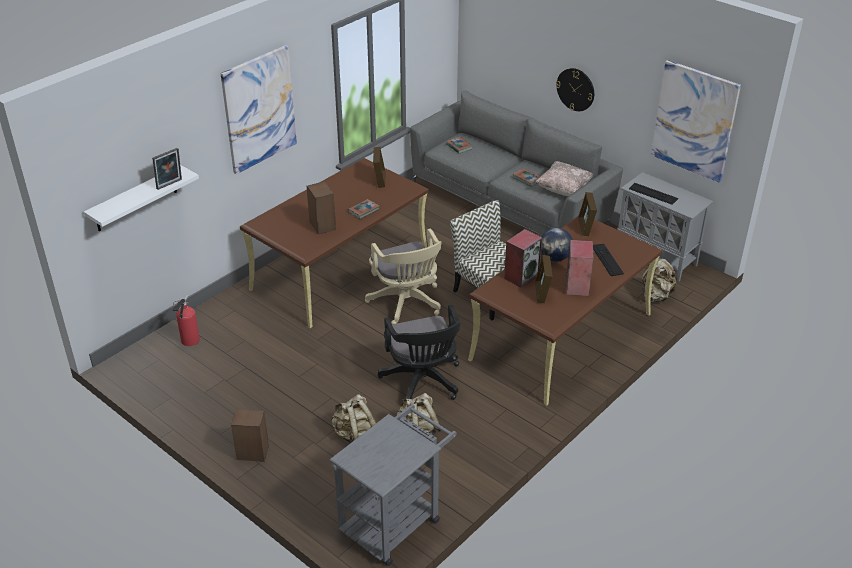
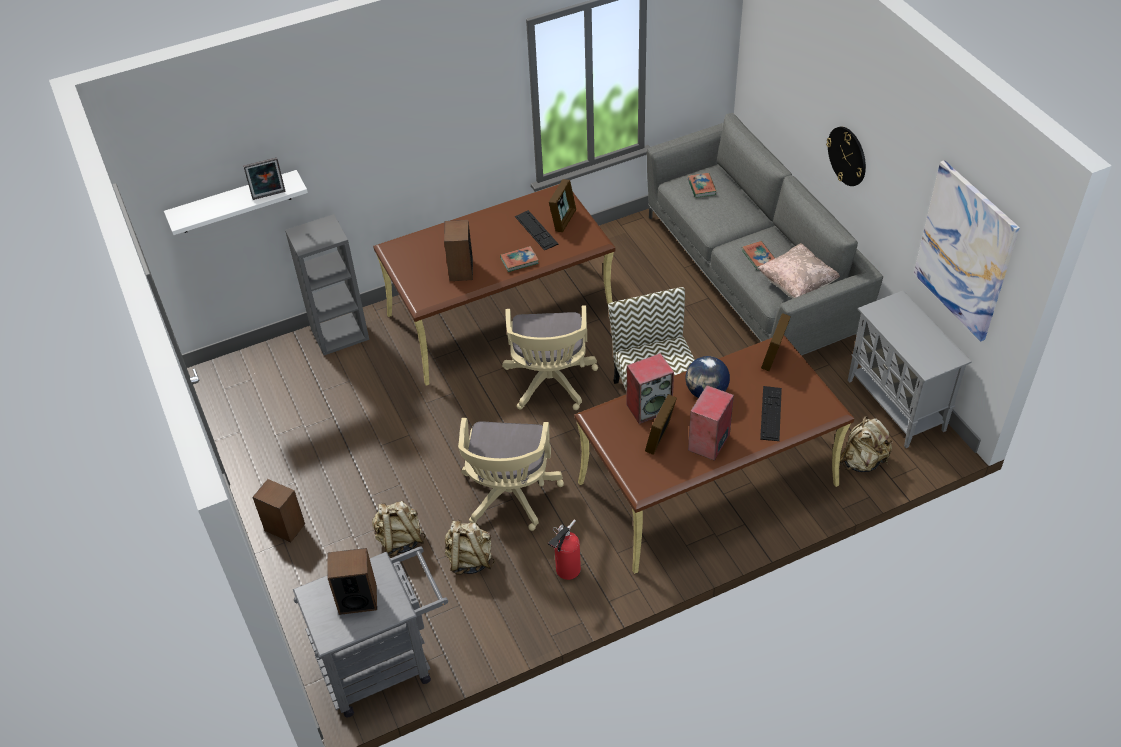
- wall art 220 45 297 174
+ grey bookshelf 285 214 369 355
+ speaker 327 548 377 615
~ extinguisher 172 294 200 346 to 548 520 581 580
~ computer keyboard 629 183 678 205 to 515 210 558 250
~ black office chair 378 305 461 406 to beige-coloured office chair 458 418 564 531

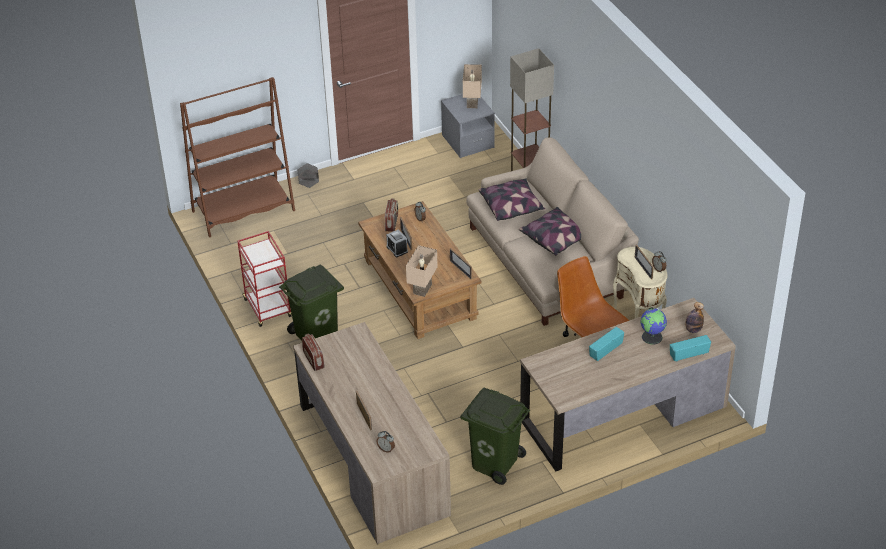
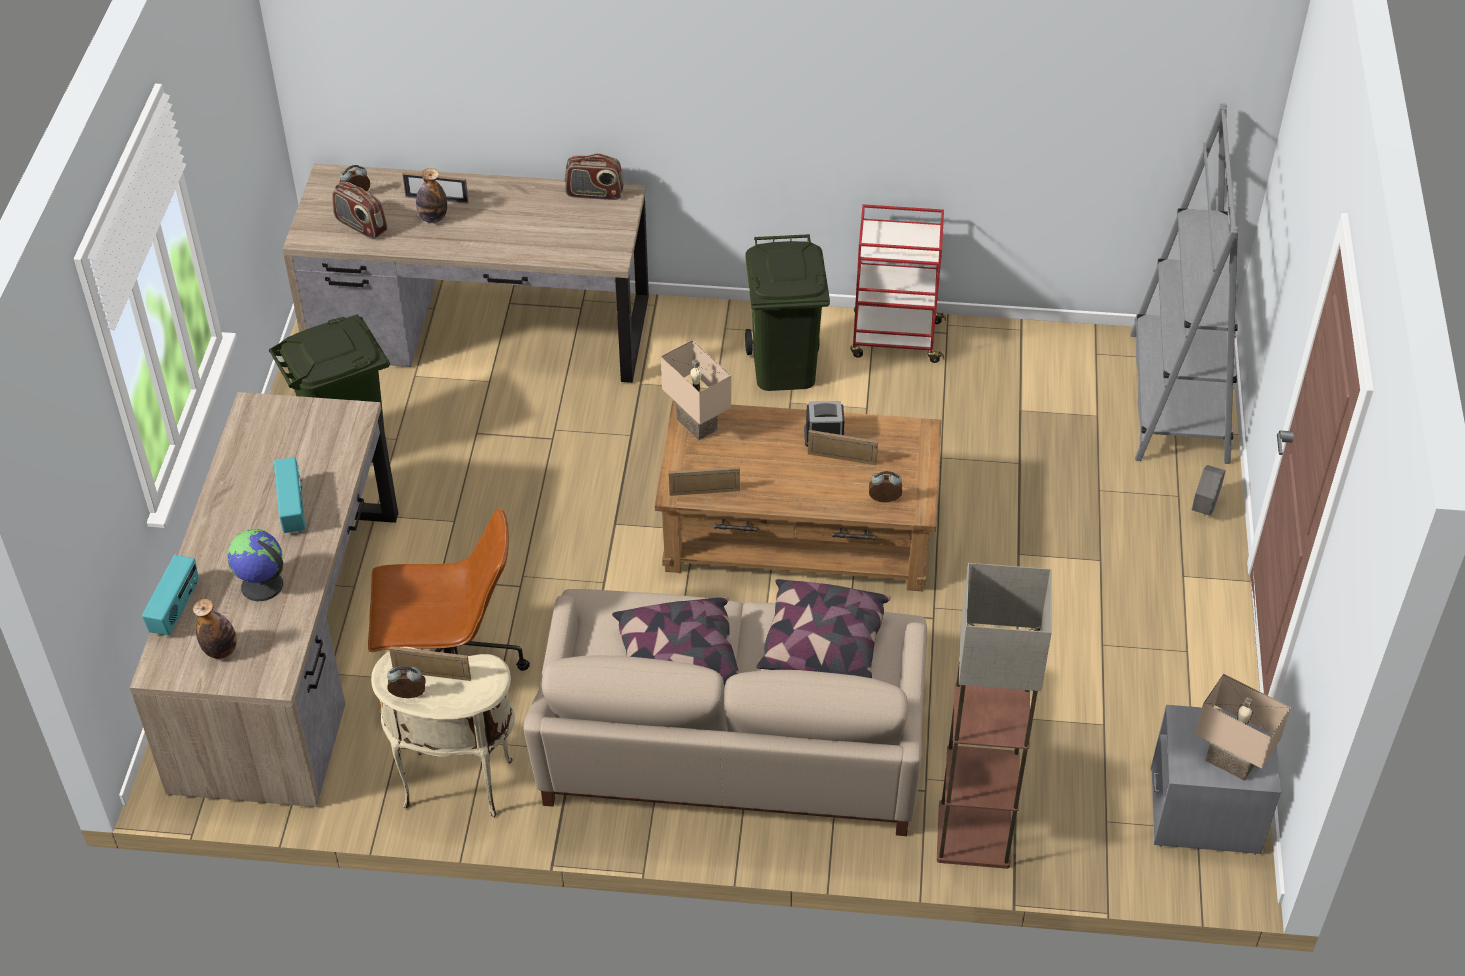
+ drink bottle 416 168 447 223
~ radio 385 198 398 232 to 332 182 387 239
~ brownish bookshelf 180 77 295 237 to grey bookshelf 1130 103 1238 464

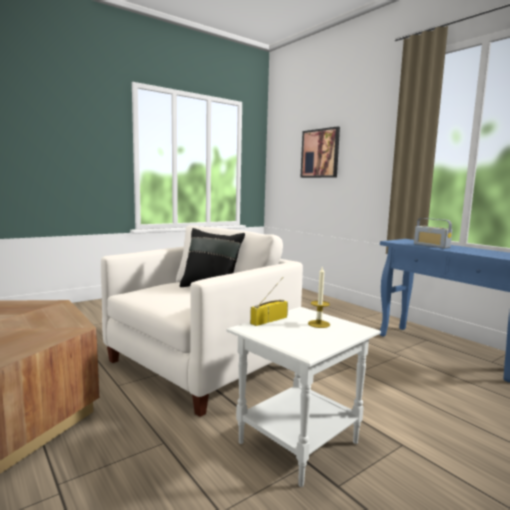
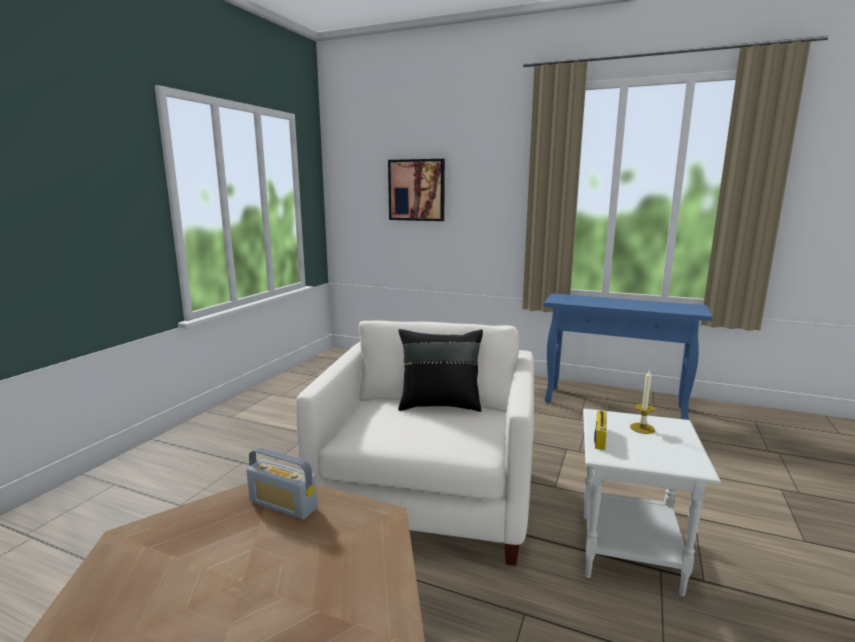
~ radio 414 218 452 249 to 247 447 317 520

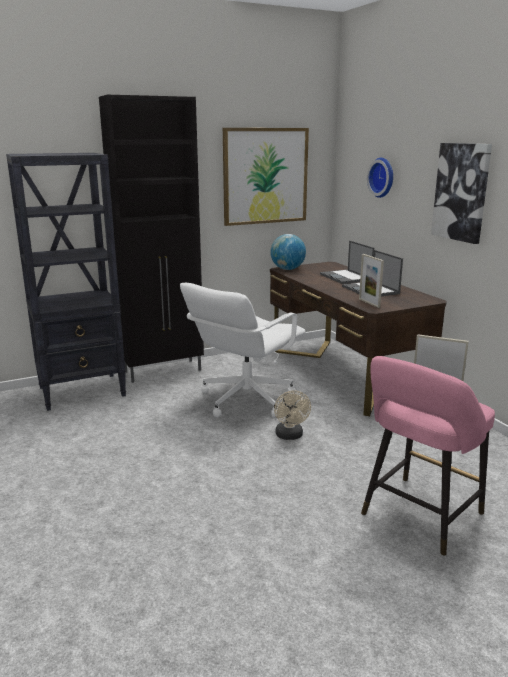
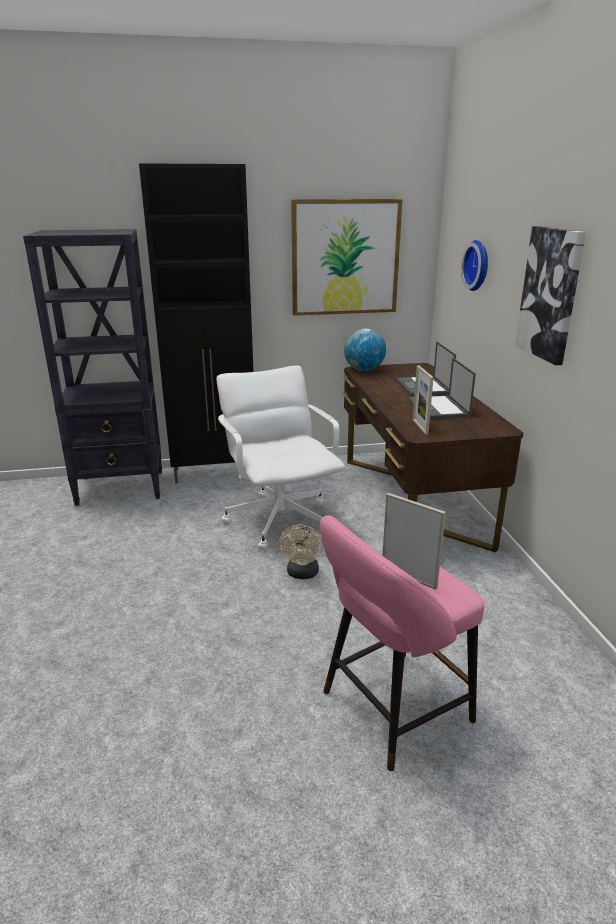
~ white office chair 180 283 306 418 = 216 366 345 550 105 degrees clockwise

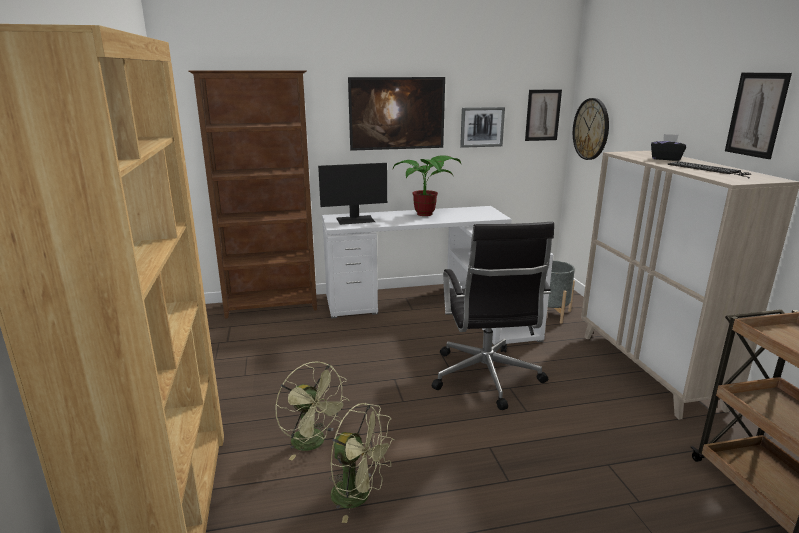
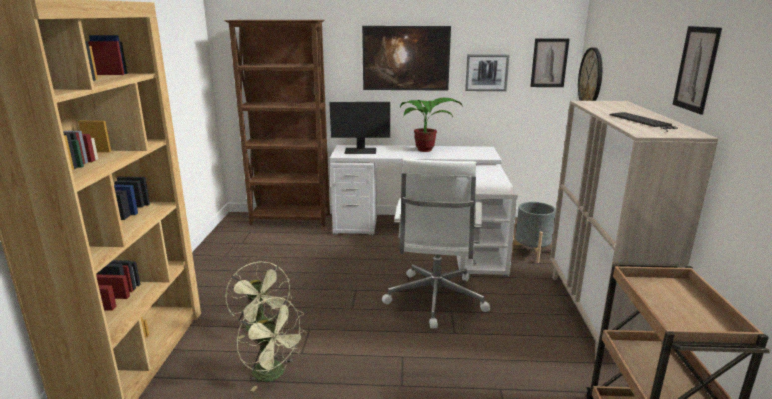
- black box of tissues 651 134 686 161
~ black office chair 432 222 554 410 to white office chair 382 159 490 329

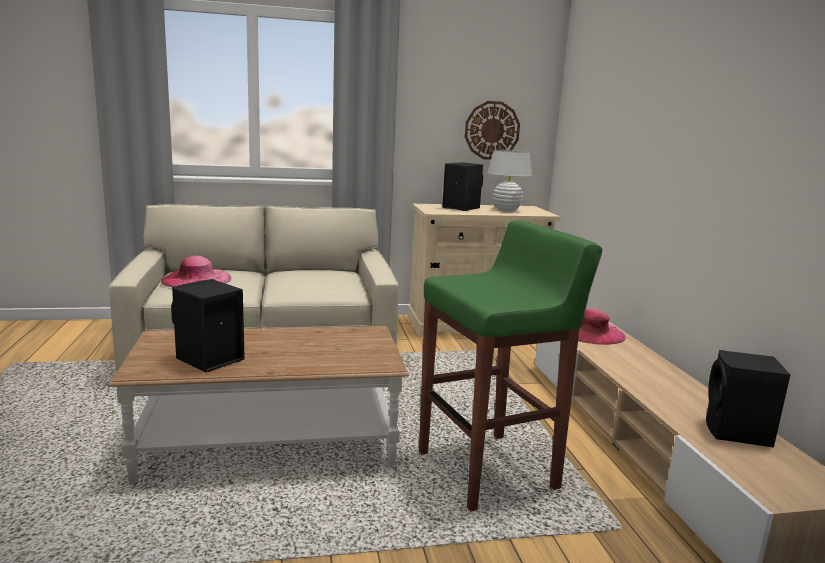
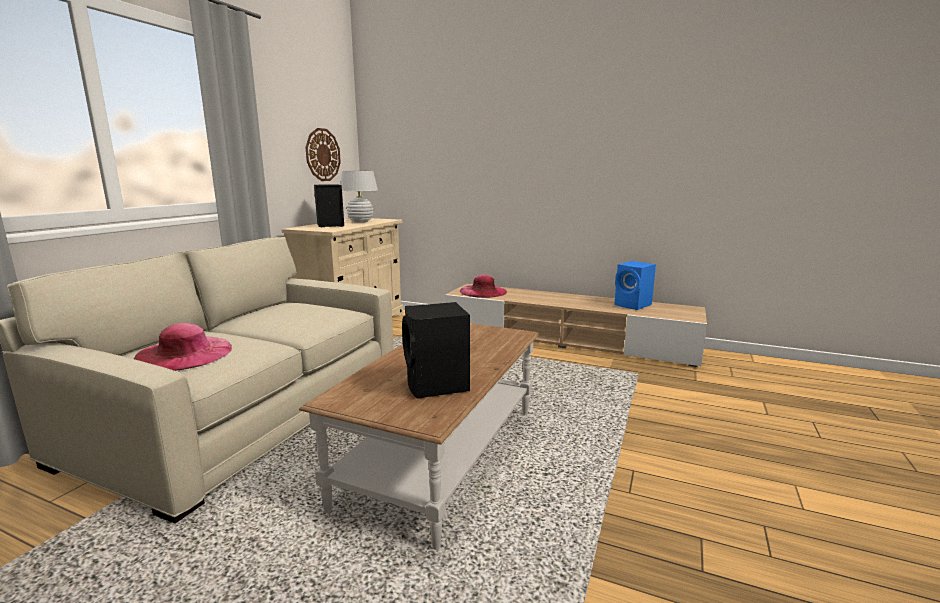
- green stool seat 419 221 602 512
~ black speaker 706 350 790 448 to bluish speaker 614 261 656 310

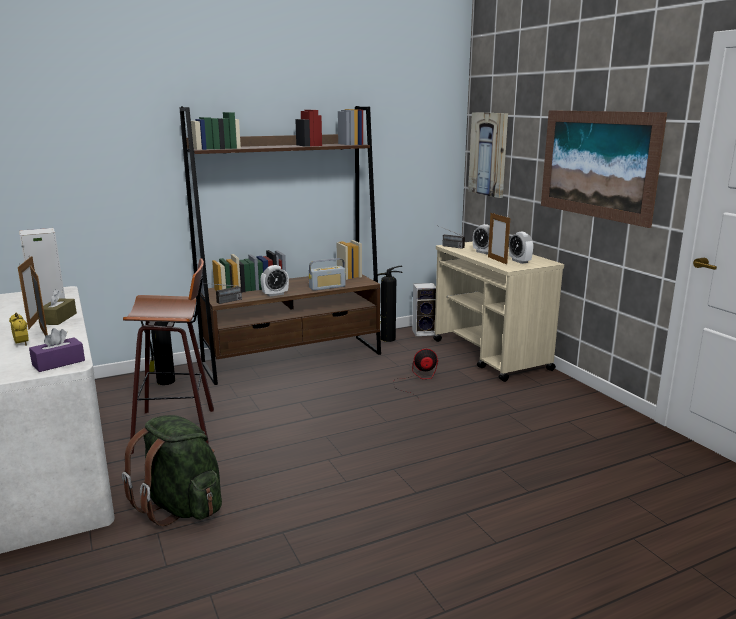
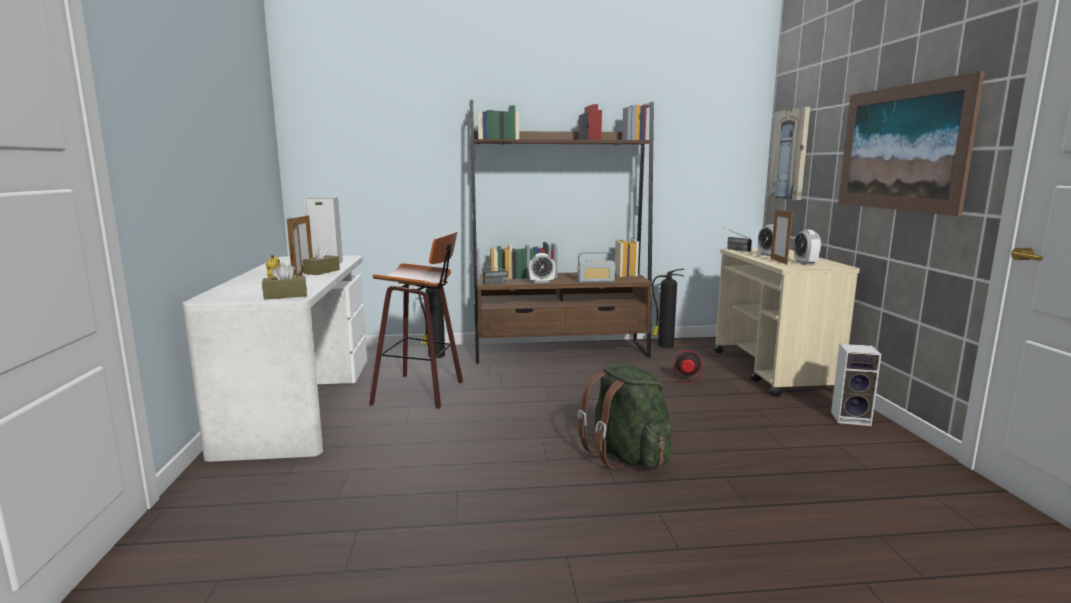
~ green rucksack 122 415 222 526 to 577 363 672 469
~ speaker 412 283 436 336 to 831 344 881 426
~ purple-coloured box of tissues 29 328 85 372 to brownish box of tissues 262 262 307 300

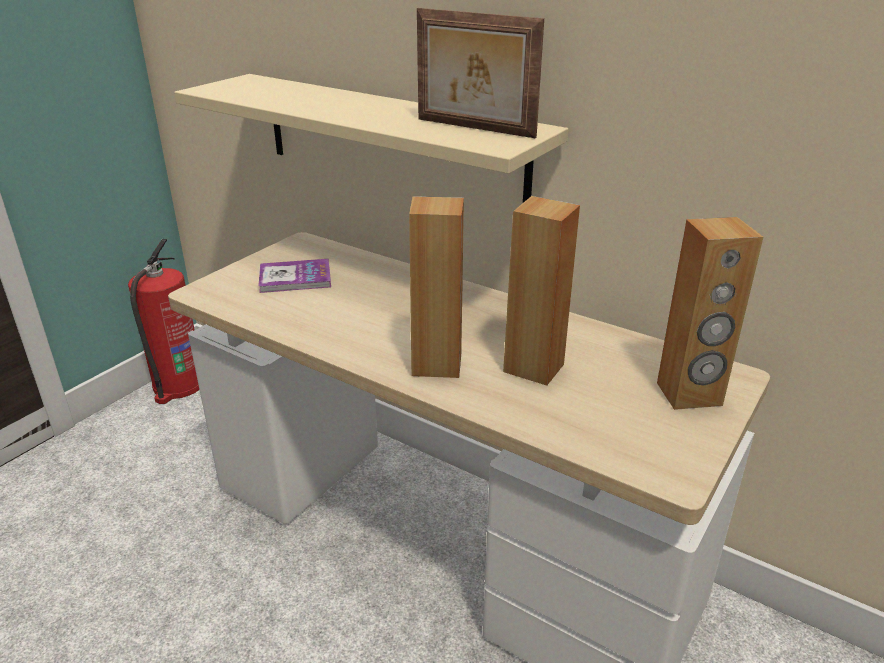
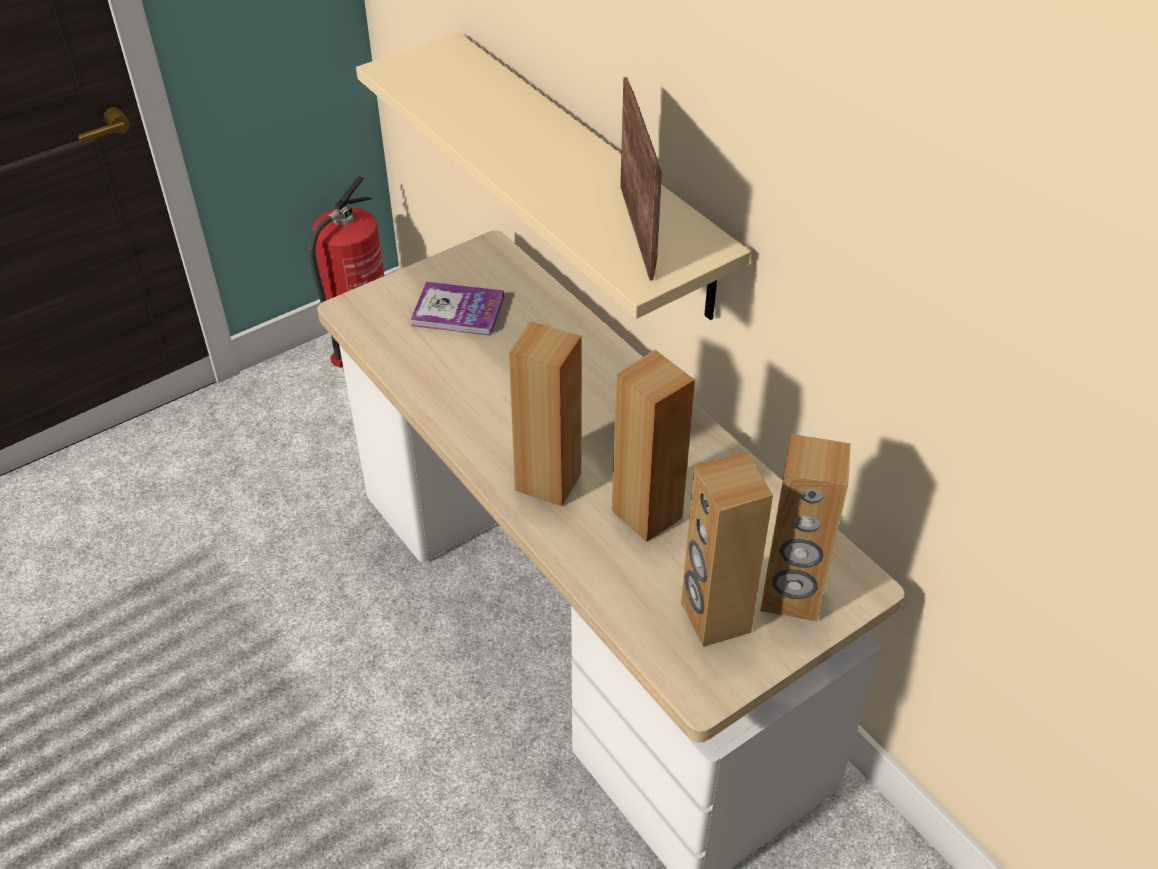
+ brownish speaker 681 453 773 647
~ picture frame 417 8 544 138 = 620 77 662 281 150 degrees counterclockwise

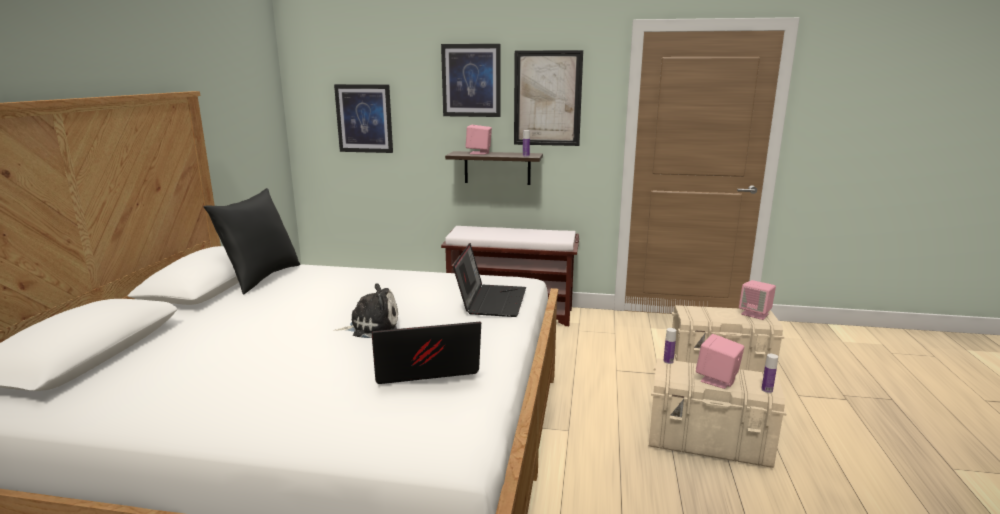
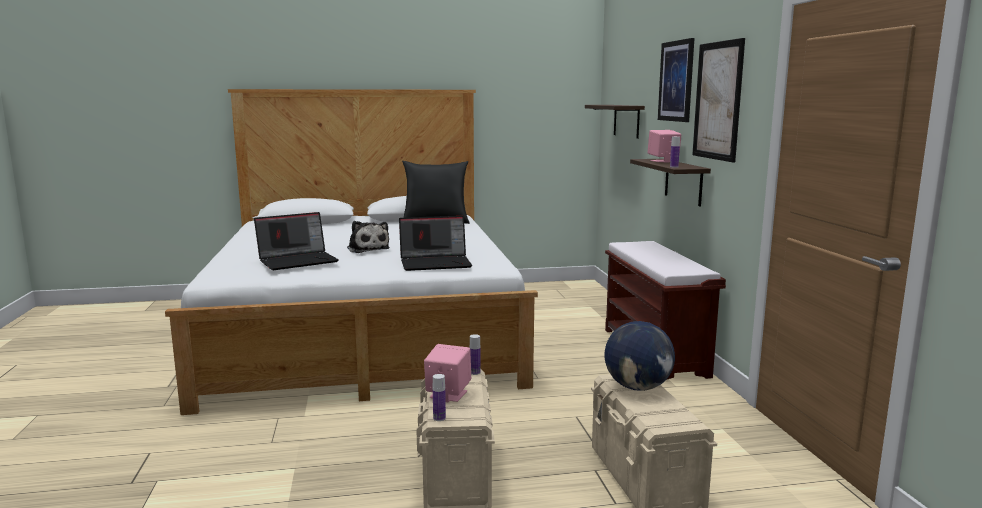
- pinkish speaker 739 280 776 320
+ desk globe 604 321 675 391
~ wall art 334 84 393 153 to bracket shelf 585 105 645 139
~ notebook computer 372 322 481 384 = 254 212 339 270 90 degrees clockwise

